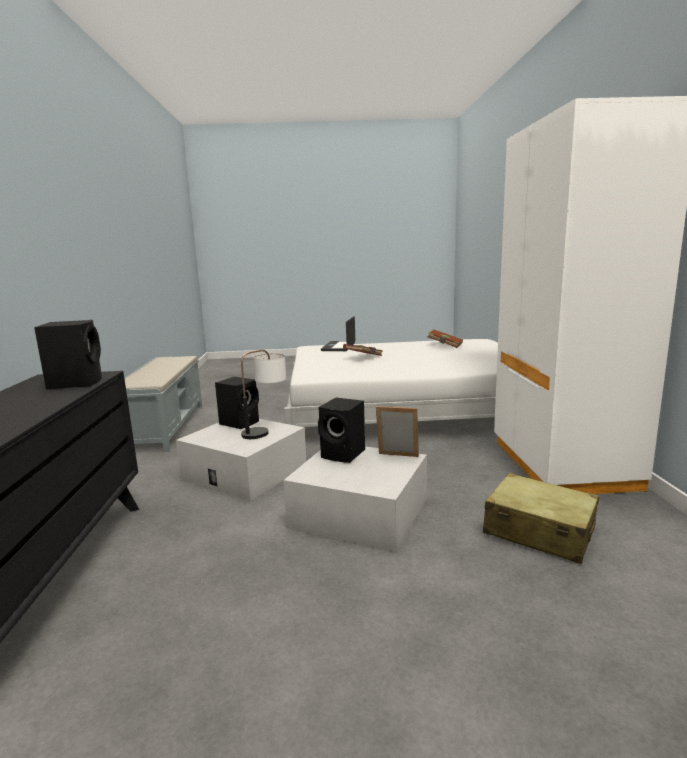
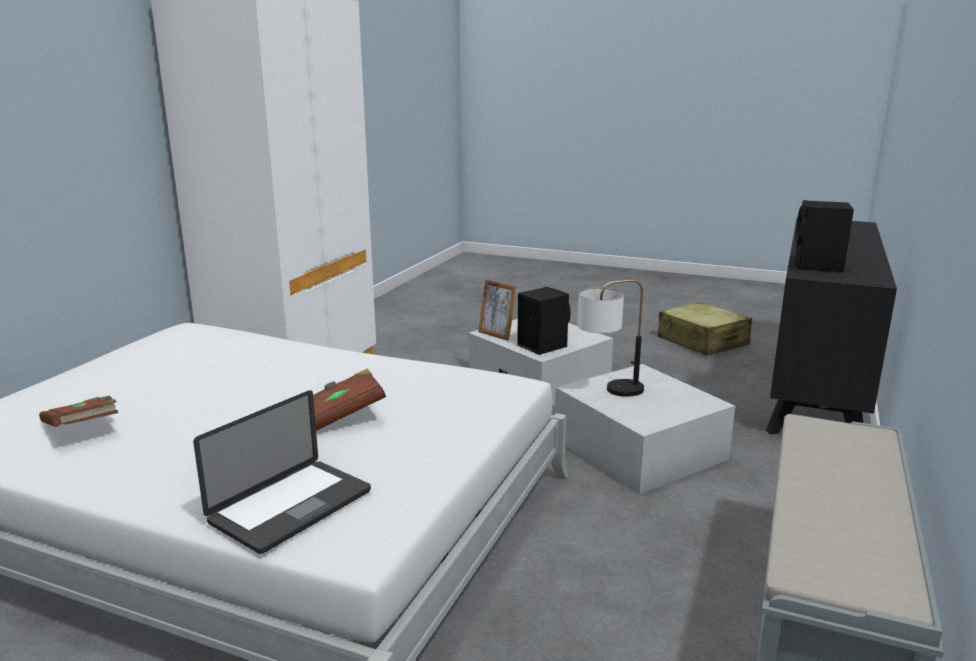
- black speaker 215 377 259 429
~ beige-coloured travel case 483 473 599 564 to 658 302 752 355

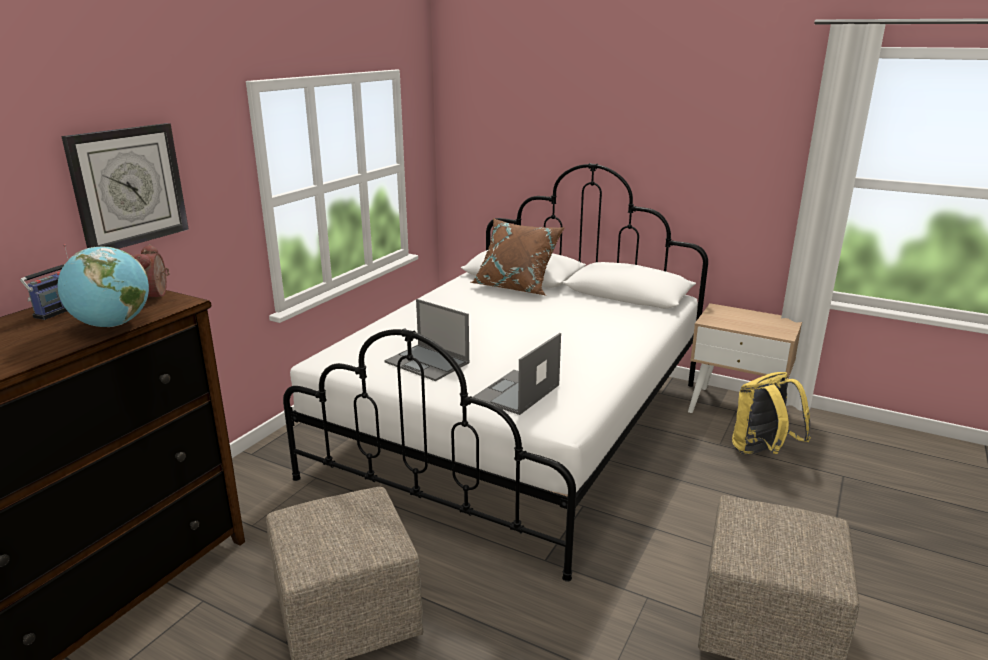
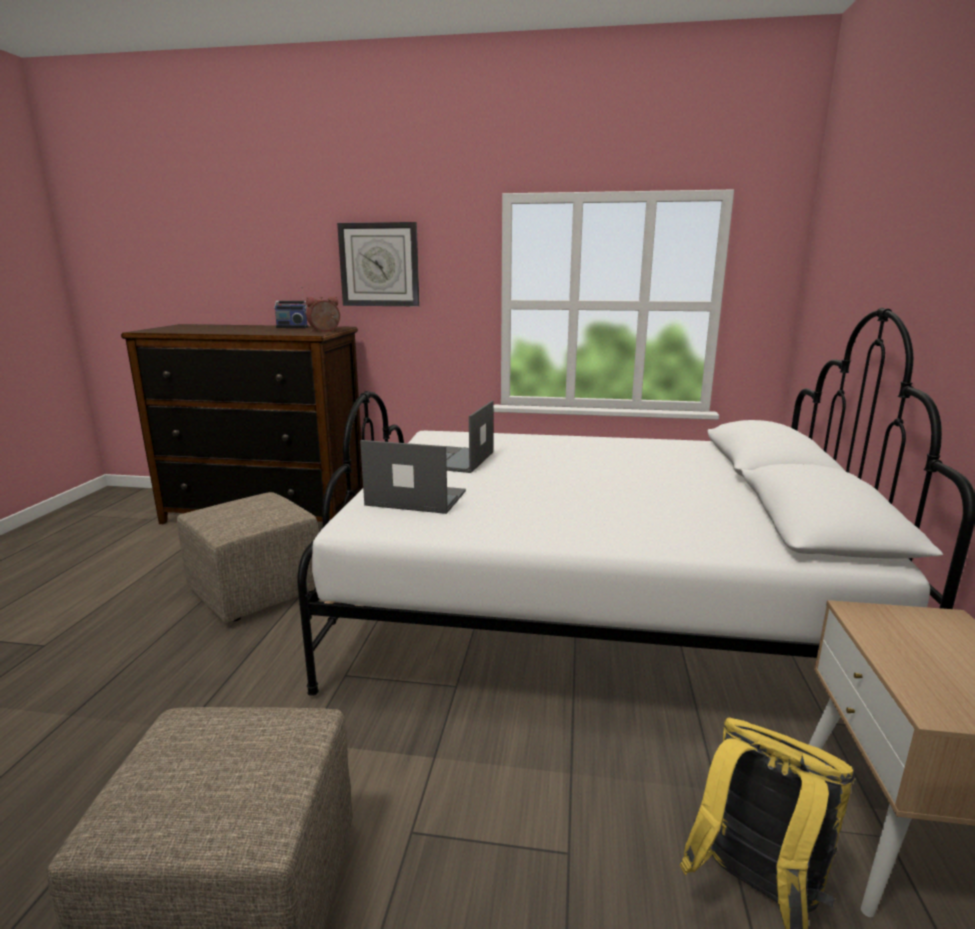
- desk globe 58 247 149 327
- brownish pillow 470 218 564 295

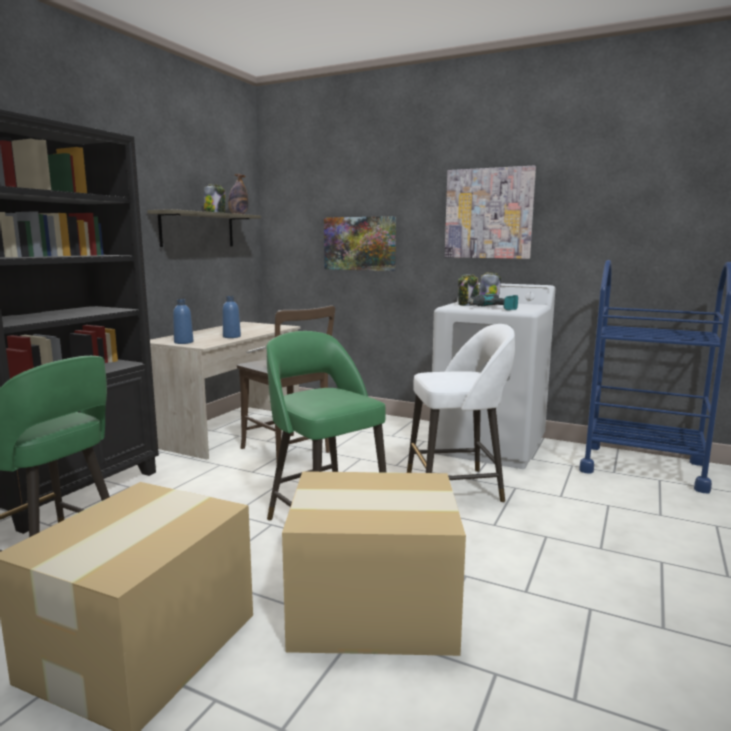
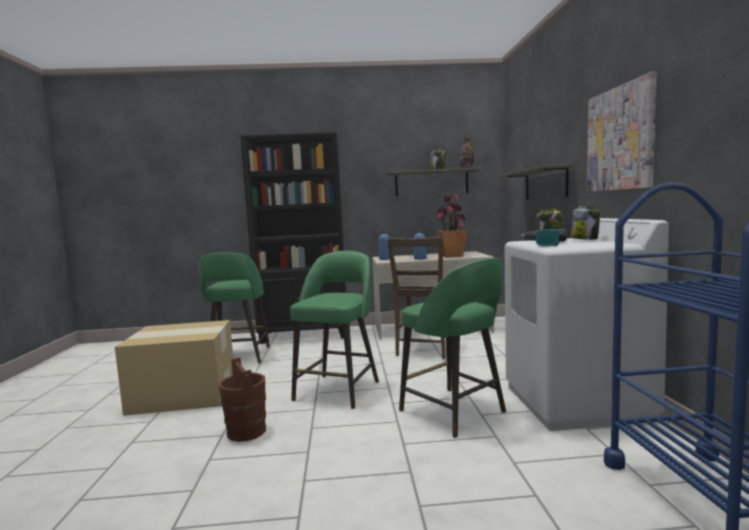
+ houseplant 436 194 468 258
~ carton 282 471 466 656 to brownish pail 219 357 266 442
~ wall art 324 216 396 271 to bracket shelf 499 164 574 199
~ white stool seat 407 324 515 502 to green stool seat 399 258 506 438

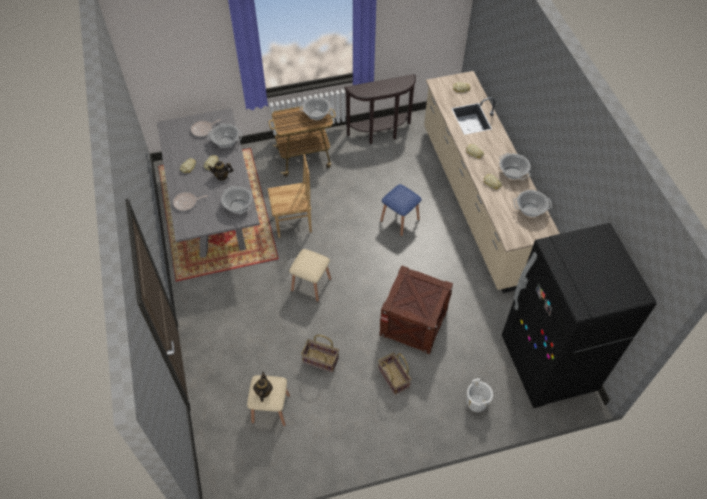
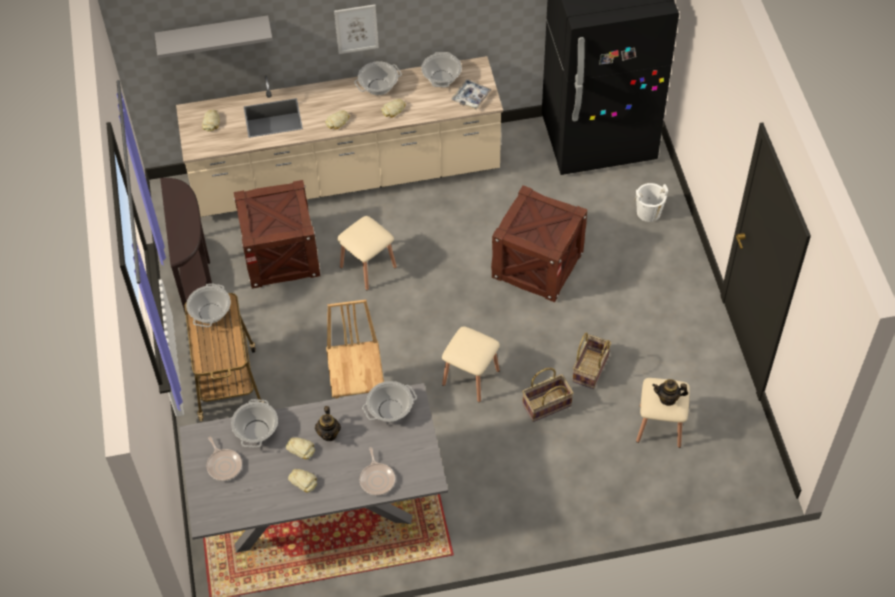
+ grey bracket shelf 155 15 273 58
+ crate 234 180 320 289
+ wall art 334 4 379 54
+ tray 452 79 492 110
~ storage basket 378 352 412 395 to 522 368 574 422
~ bluish stool seat 380 184 422 236 to beige-coloured stool seat 337 216 397 290

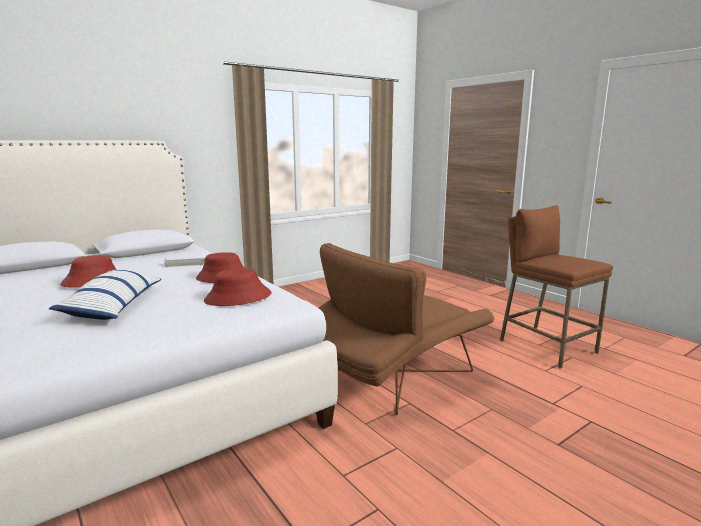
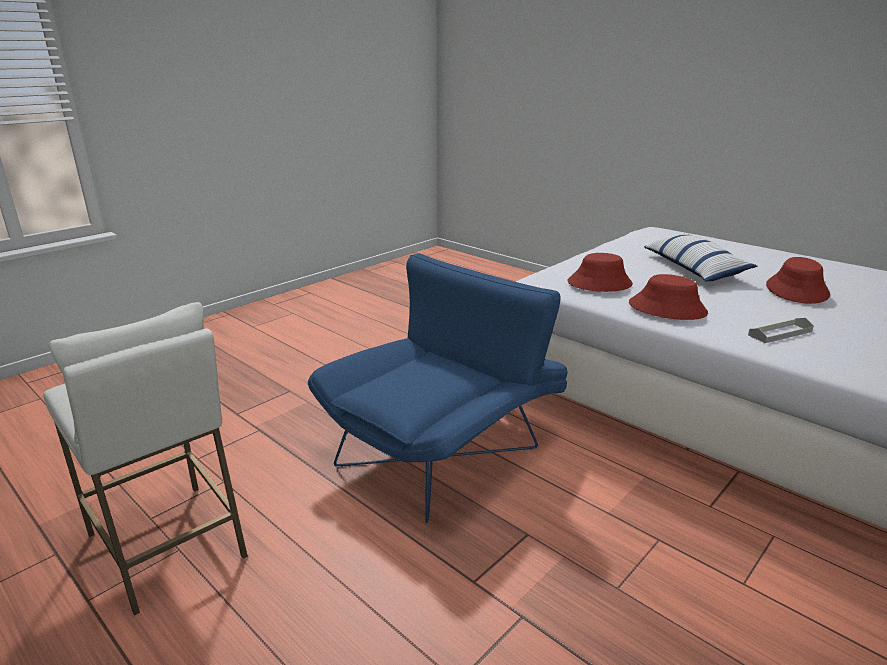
~ brownish armchair 319 243 494 415 to bluish armchair 308 253 568 523
~ brownish stool seat 500 205 613 369 to white stool seat 43 302 248 616

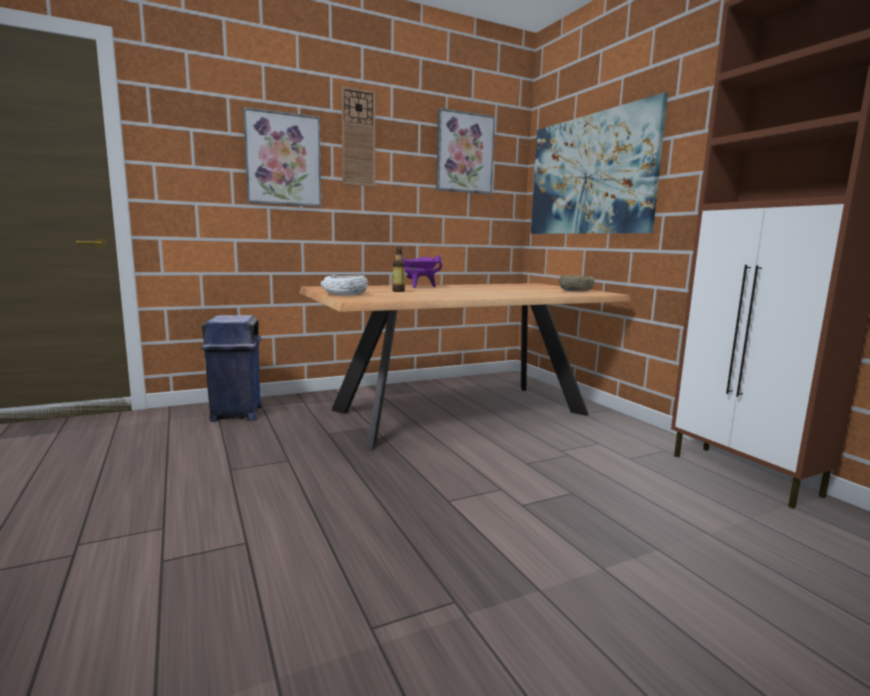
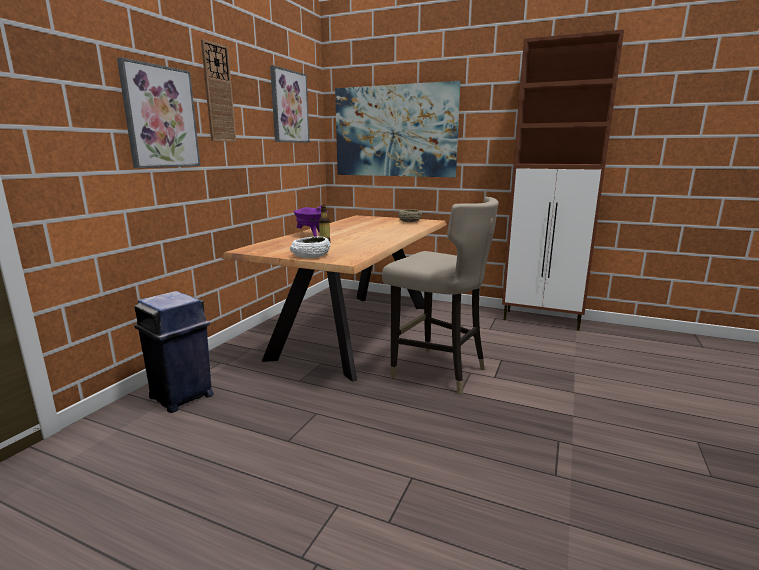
+ beige-coloured stool seat 382 197 499 394

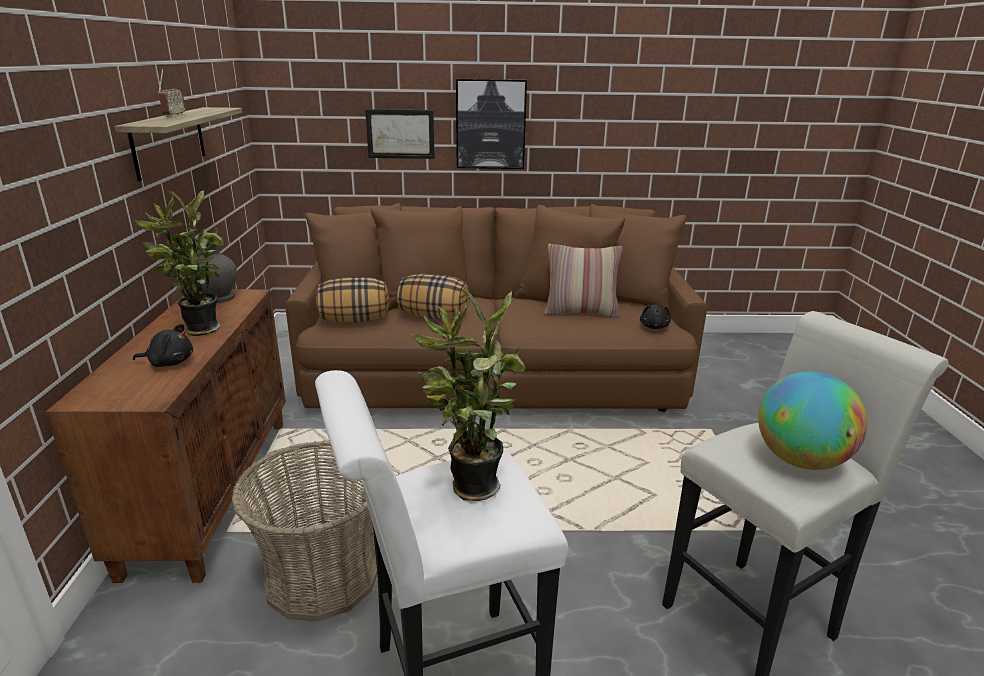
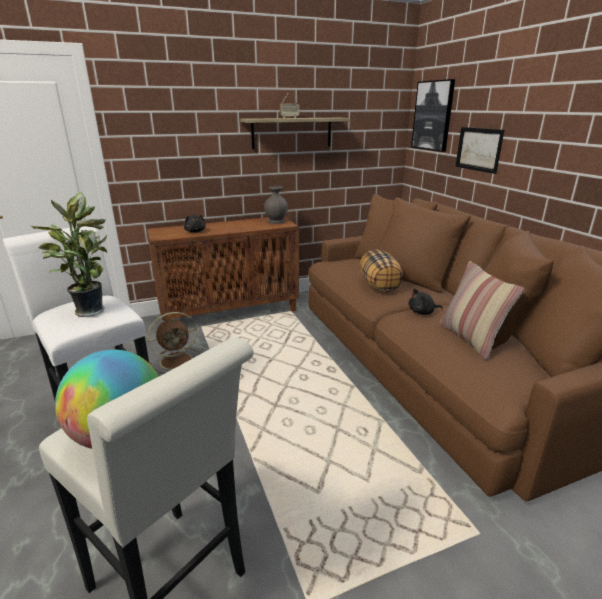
- houseplant 134 190 224 336
- pillow 316 277 390 323
~ wall art 456 79 527 169 to 411 79 455 152
~ black cuddly toy 640 304 671 329 to 408 289 443 315
~ storage basket 232 440 377 622 to brownish electric fan 147 312 200 374

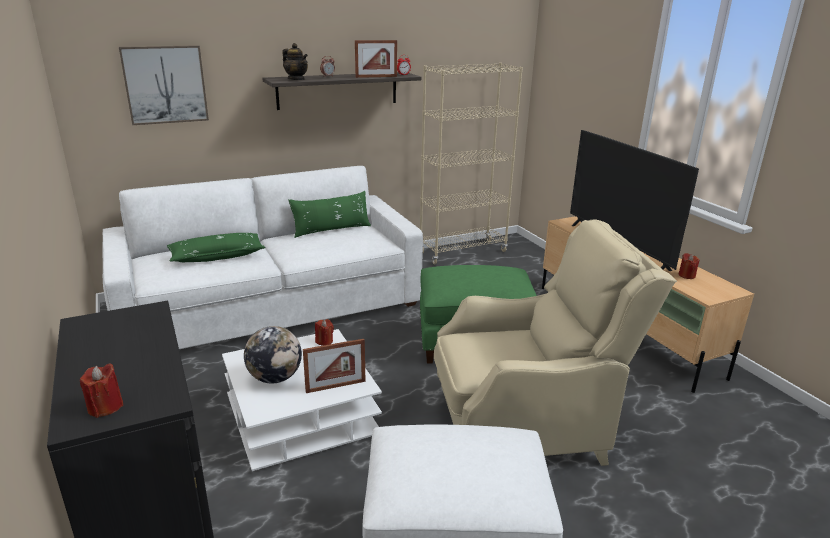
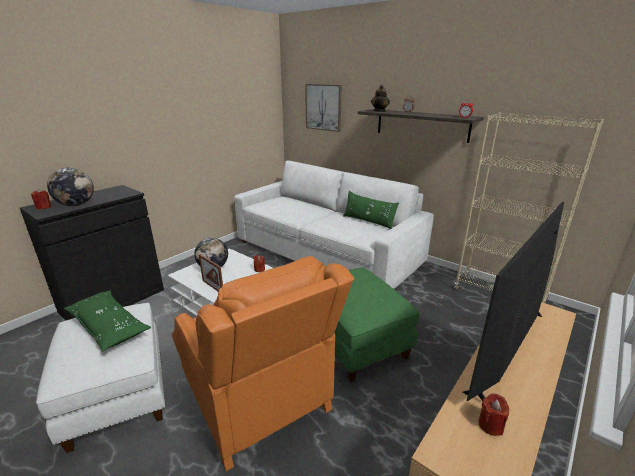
- picture frame 355 40 397 78
+ desk globe 47 167 94 206
~ green pillow 167 233 266 262 to 64 290 151 352
~ beige-coloured armchair 434 219 677 466 to orange-coloured armchair 172 256 354 471

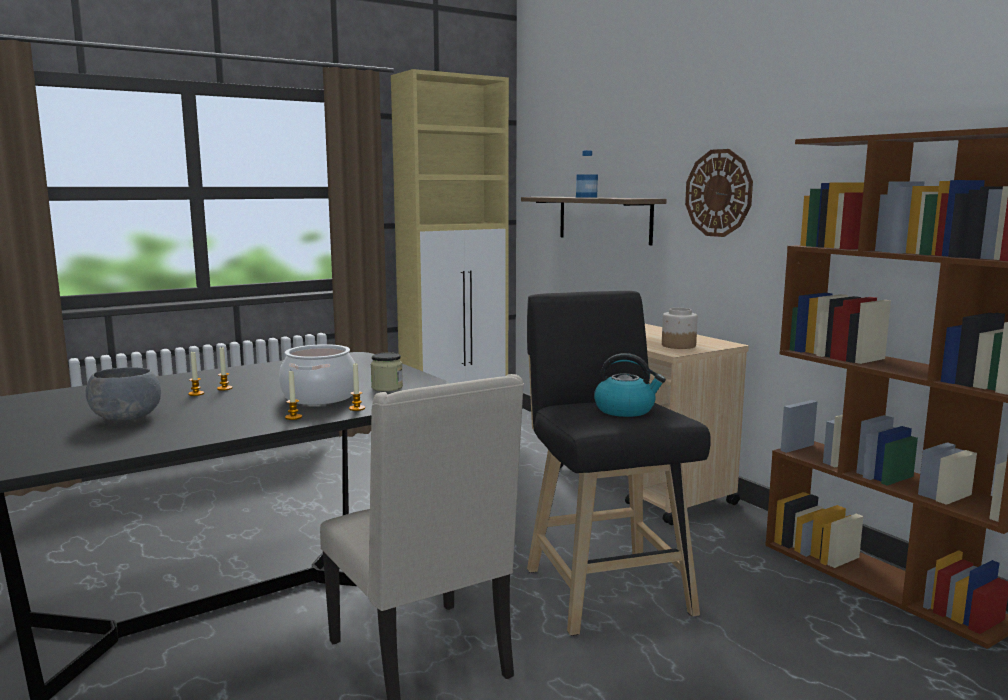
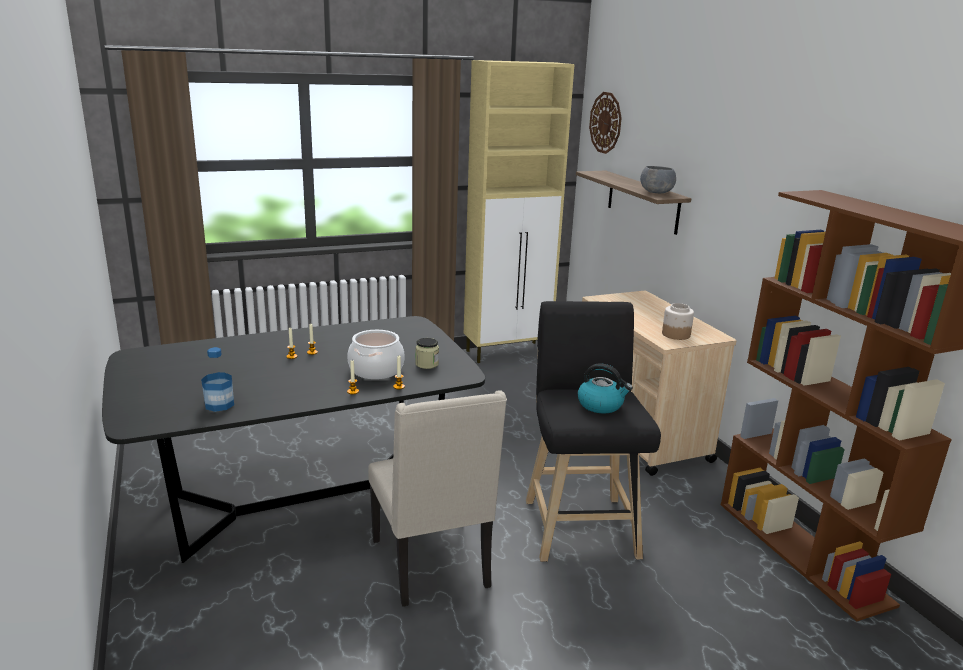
~ grey bowl 86 368 161 421 to 640 166 676 193
~ drink bottle 576 150 598 198 to 201 347 234 412
~ wall clock 685 149 753 237 to 589 92 622 154

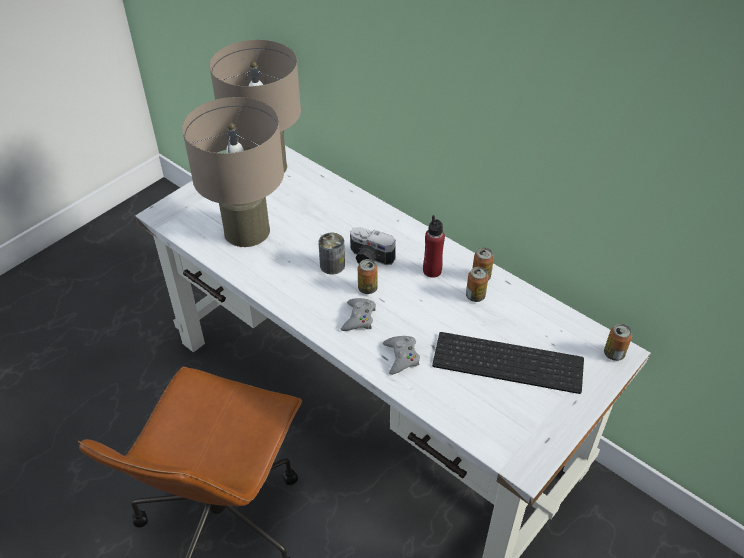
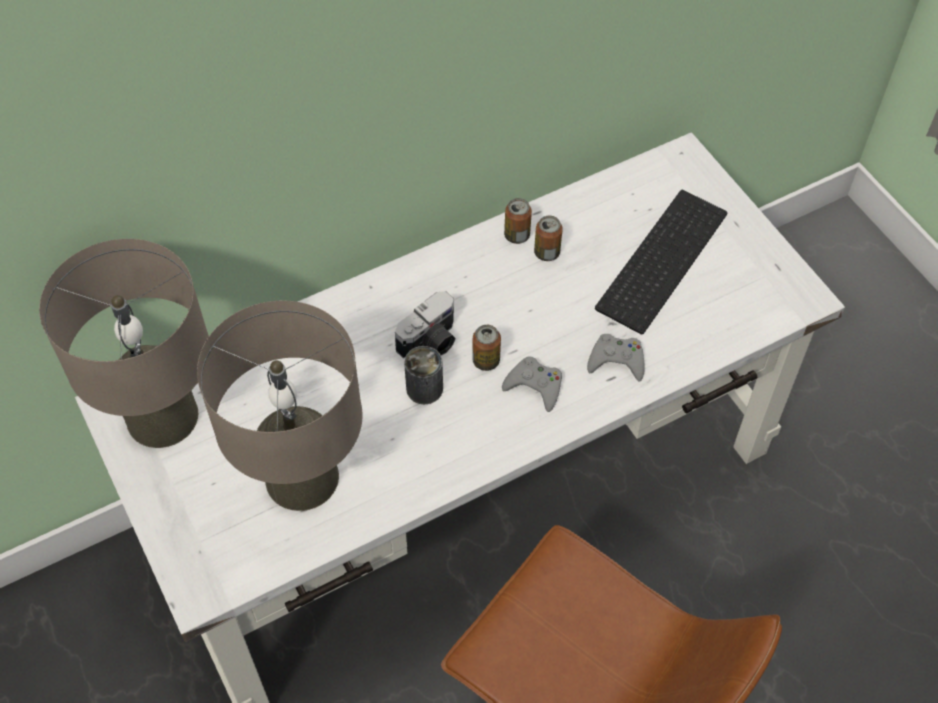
- red-coloured drink bottle 423 215 445 278
- can 604 324 632 361

